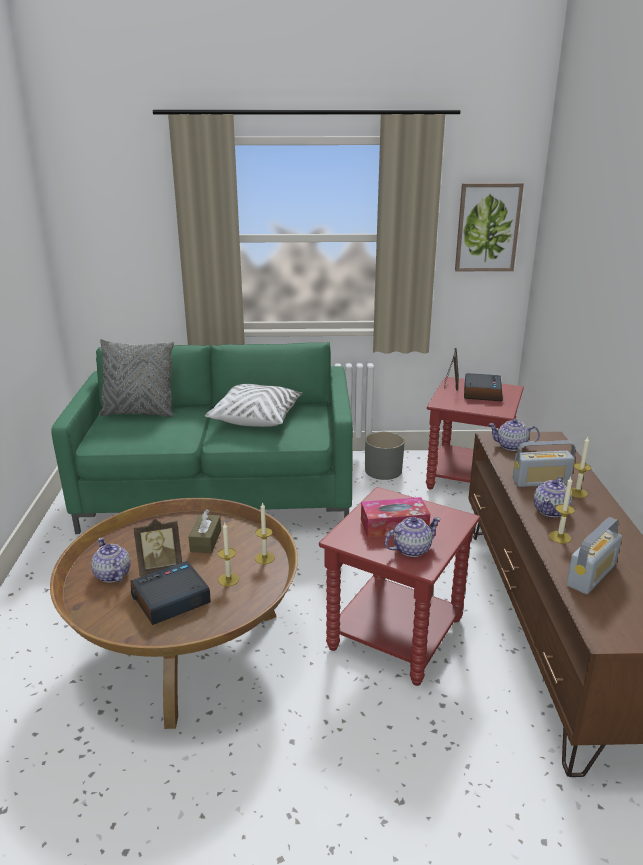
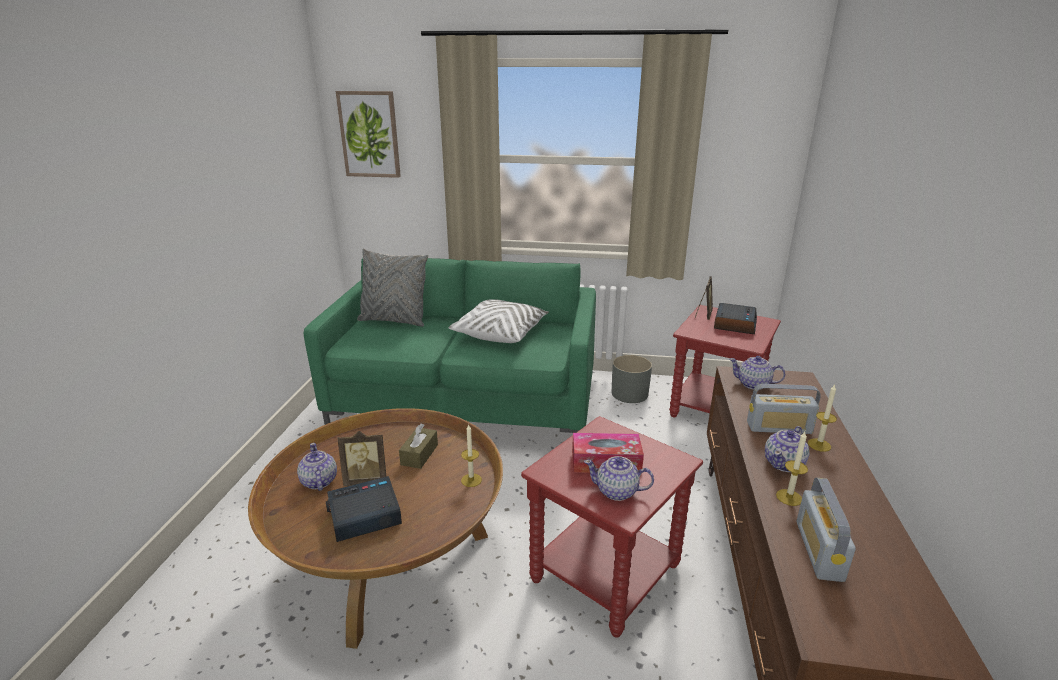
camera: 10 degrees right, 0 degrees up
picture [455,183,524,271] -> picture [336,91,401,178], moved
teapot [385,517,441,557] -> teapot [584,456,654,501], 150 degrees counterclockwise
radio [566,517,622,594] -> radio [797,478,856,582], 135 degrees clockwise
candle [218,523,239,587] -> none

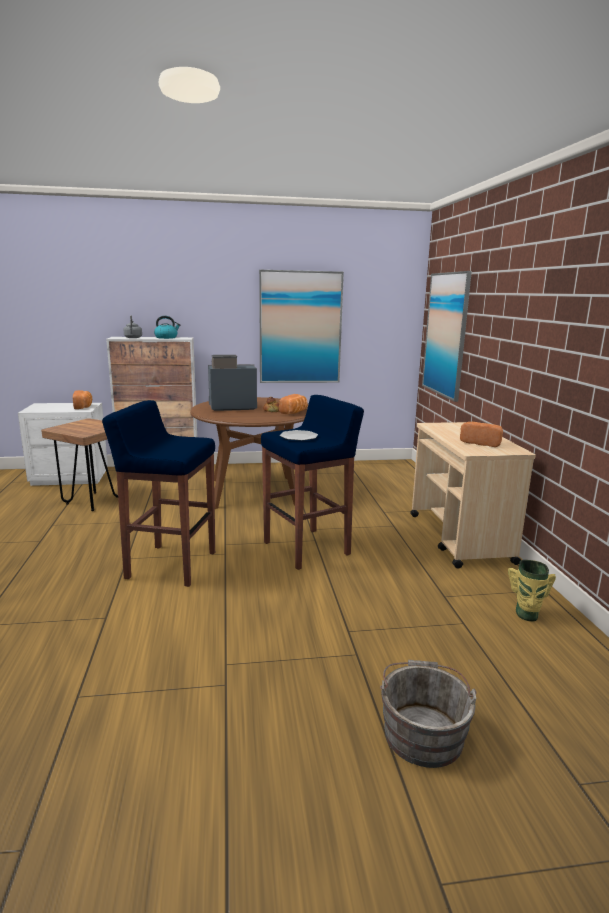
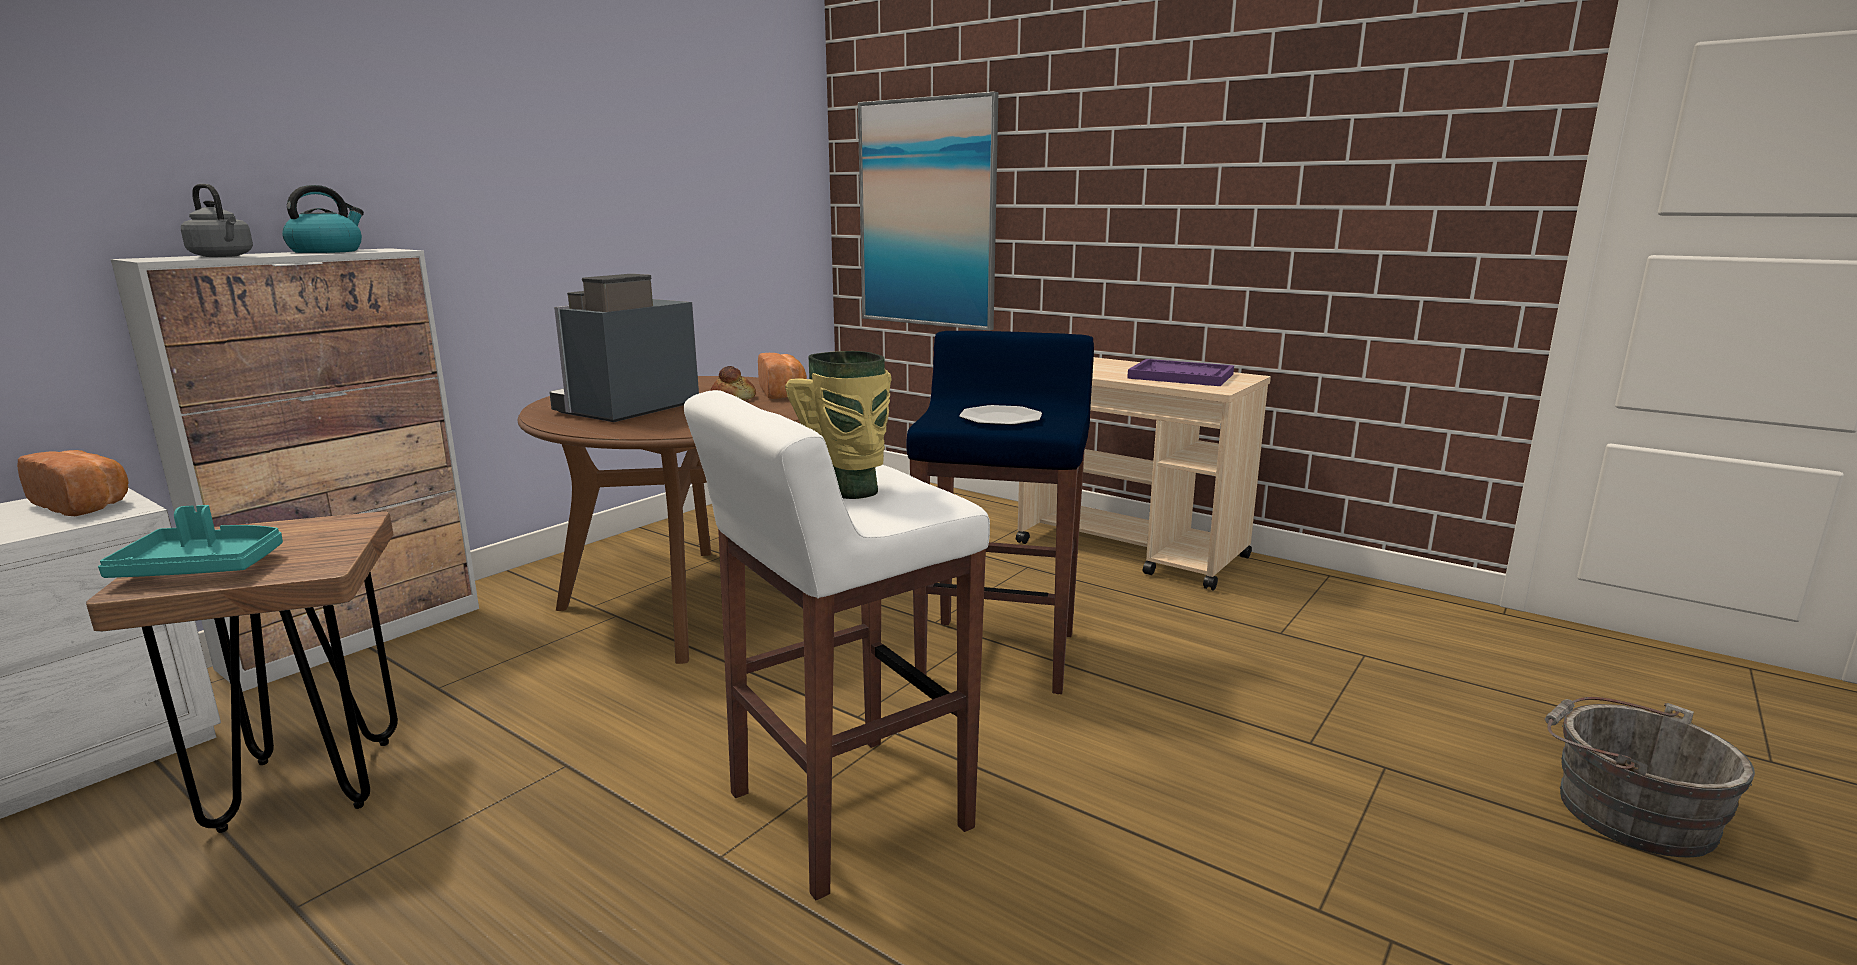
camera: 45 degrees left, 0 degrees up
none -> turquoise tray [98,505,283,578]
blue stool [102,400,215,587] -> white stool [684,390,990,900]
vase [508,560,556,622] -> vase [785,351,892,499], moved
bread [460,422,503,447] -> purple tray [1127,359,1234,386]
picture [259,270,344,383] -> none

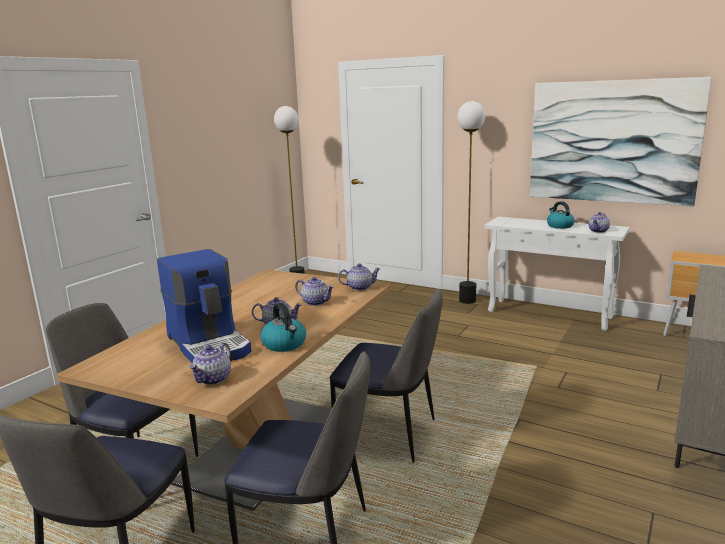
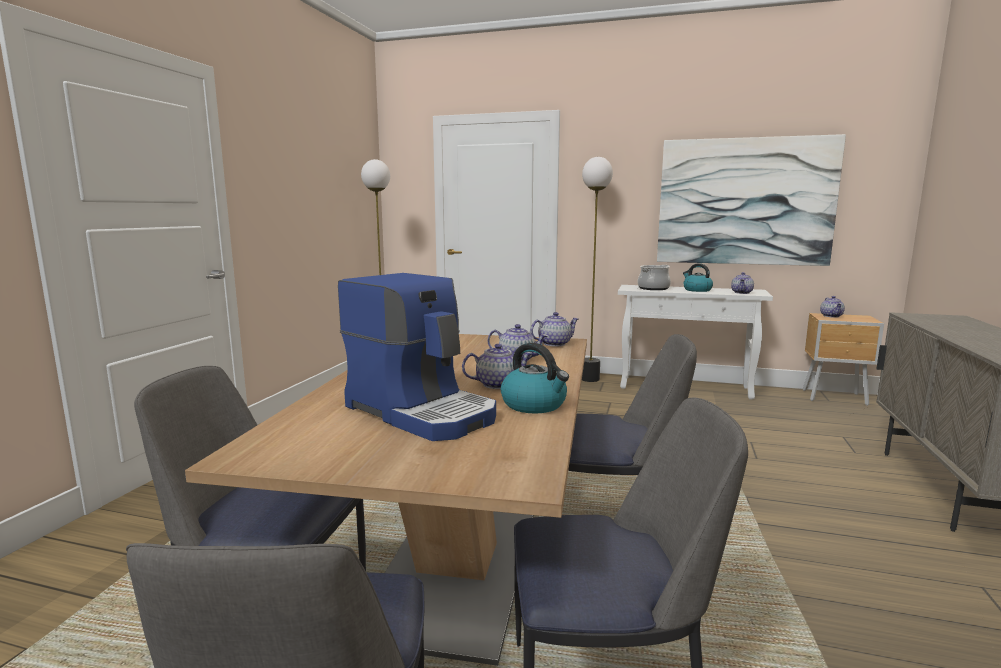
camera: 15 degrees left, 5 degrees down
none -> cooking pot [638,265,671,290]
teapot [189,342,231,385] -> teapot [820,296,845,318], moved

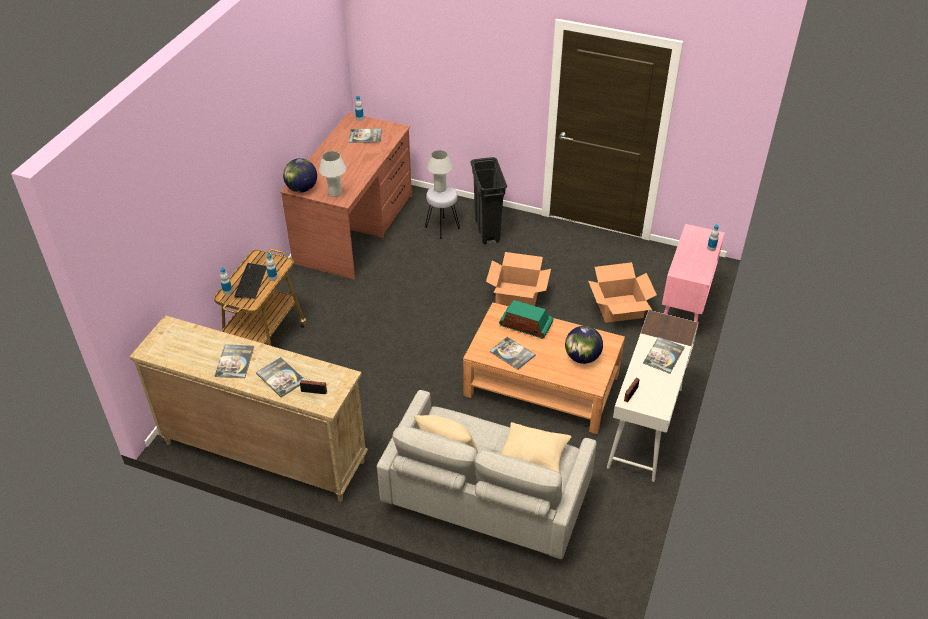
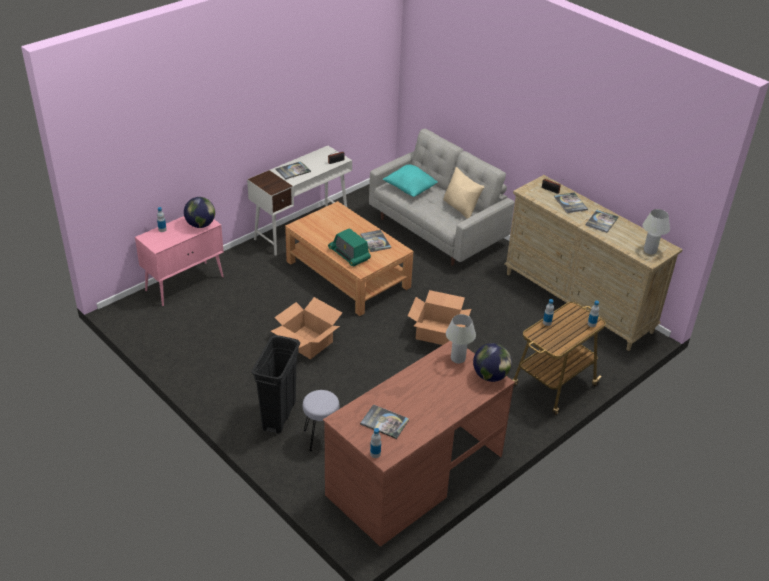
camera: 155 degrees left, 5 degrees down
globe [565,326,603,364] -> globe [184,197,215,228], moved
beige pillow [501,422,571,473] -> turquoise pillow [383,164,438,197]
cardboard box [588,262,657,323] -> cardboard box [408,290,471,345], moved
white table lamp [427,150,452,192] -> white table lamp [643,209,670,255], moved
keyboard [234,263,267,299] -> none

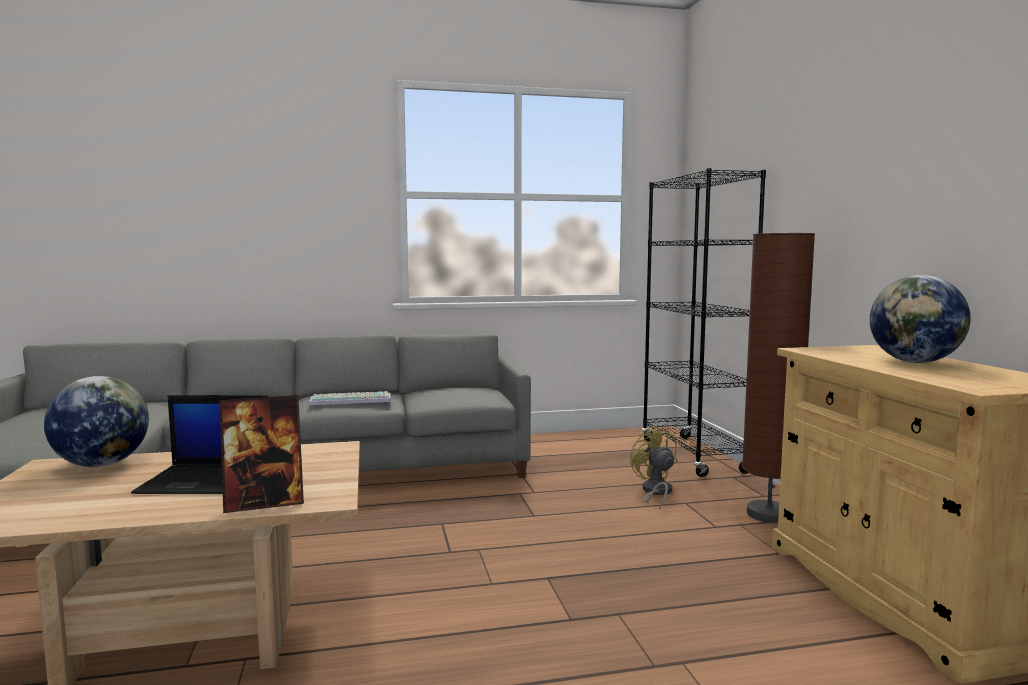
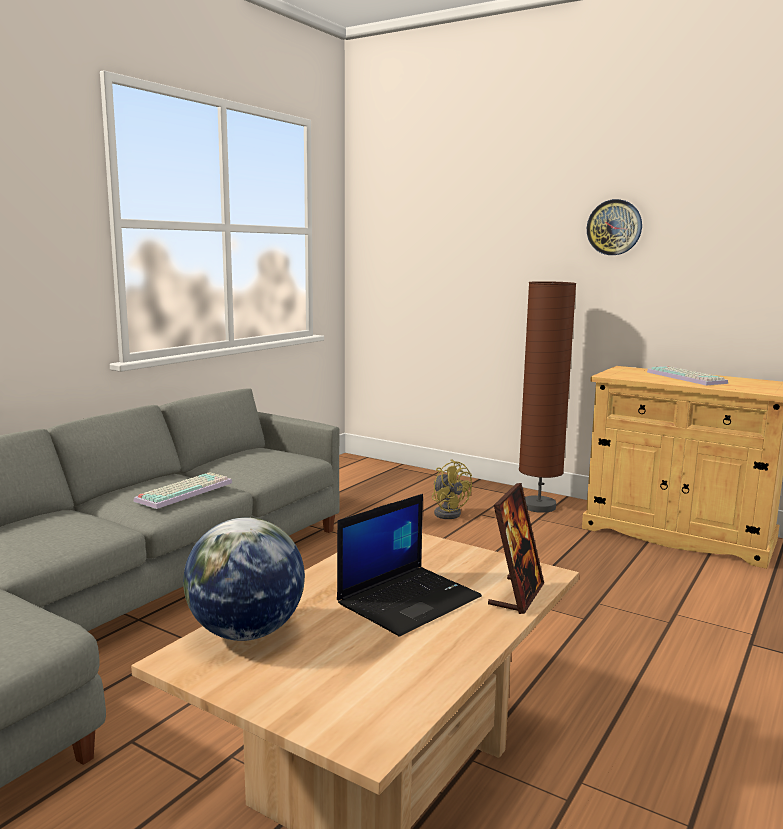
camera: 45 degrees left, 5 degrees up
yellow fan [630,426,678,510] -> yellow fan [432,459,472,519], 150 degrees counterclockwise
none -> wall clock [587,199,642,255]
globe [870,275,971,363] -> keyboard [647,366,728,386]
black bookcase [642,168,766,477] -> none

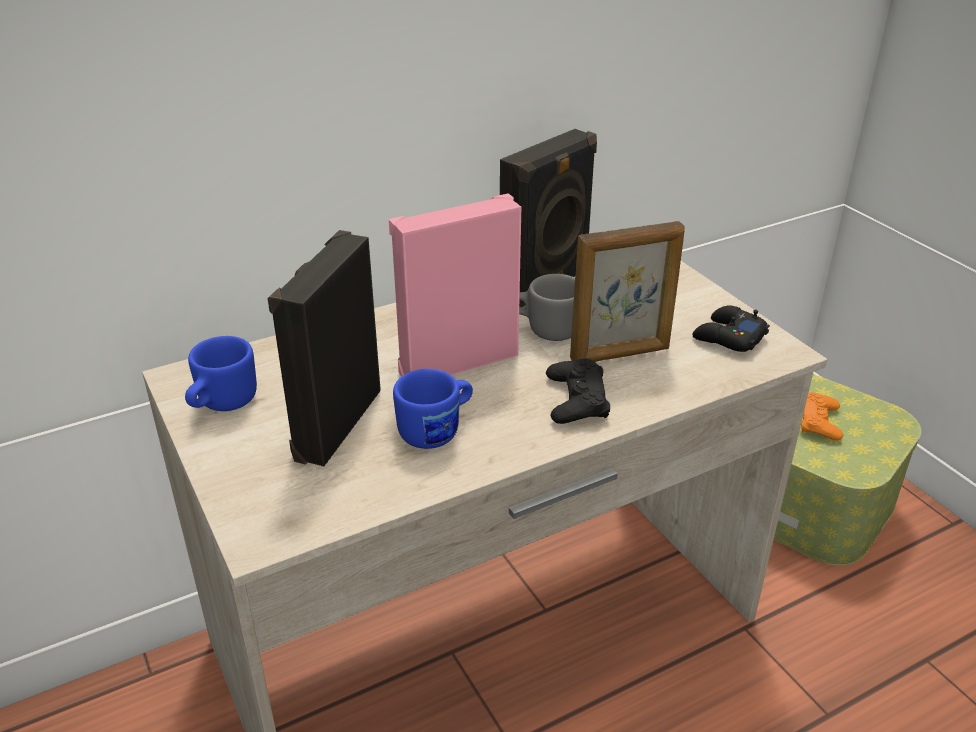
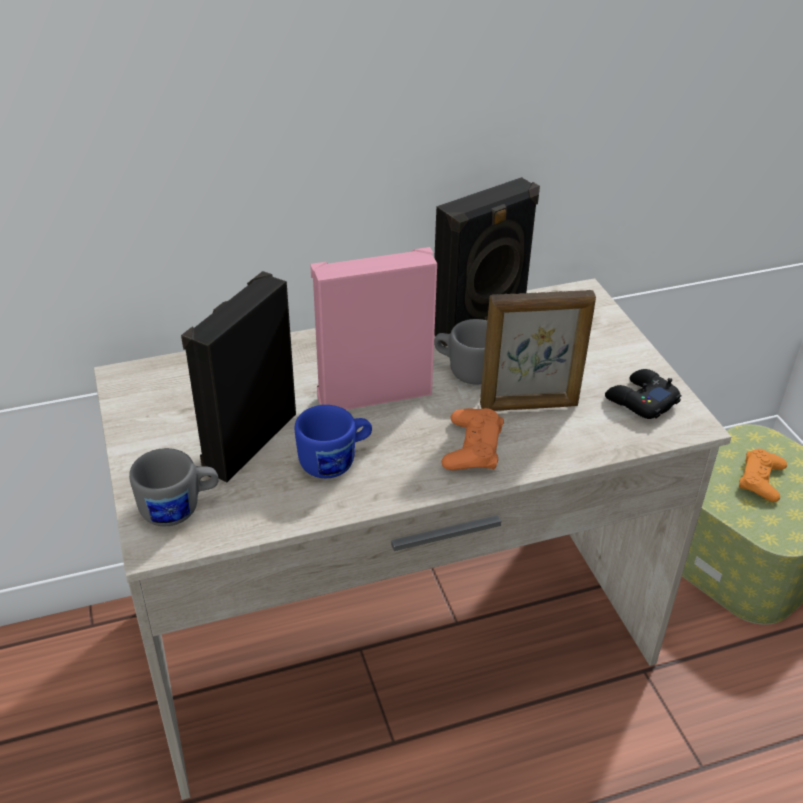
camera: 10 degrees right, 5 degrees up
none -> grey mug [129,448,219,526]
black game controller [546,358,610,424] -> orange game controller [441,408,504,470]
blue mug [185,336,257,411] -> none

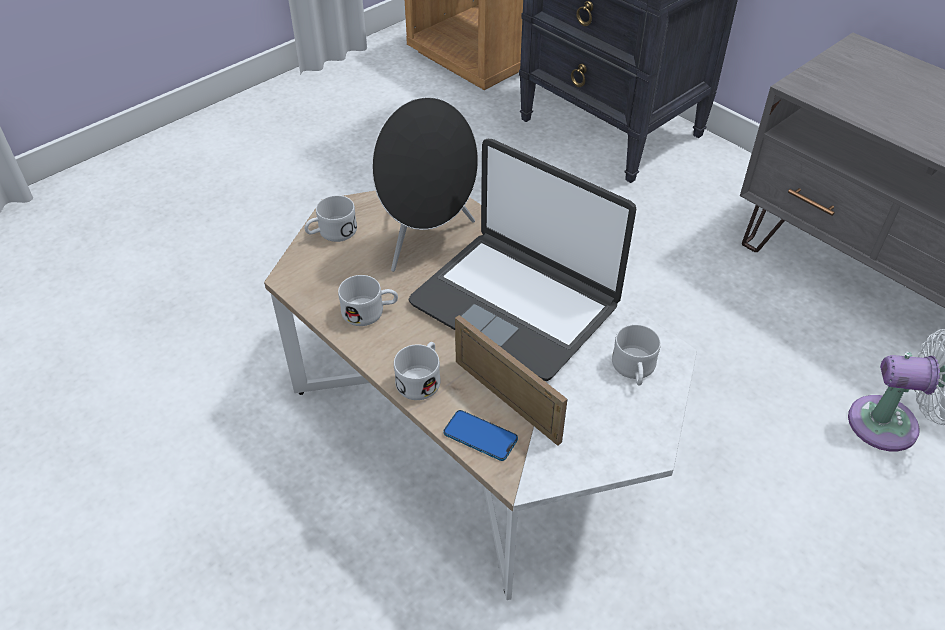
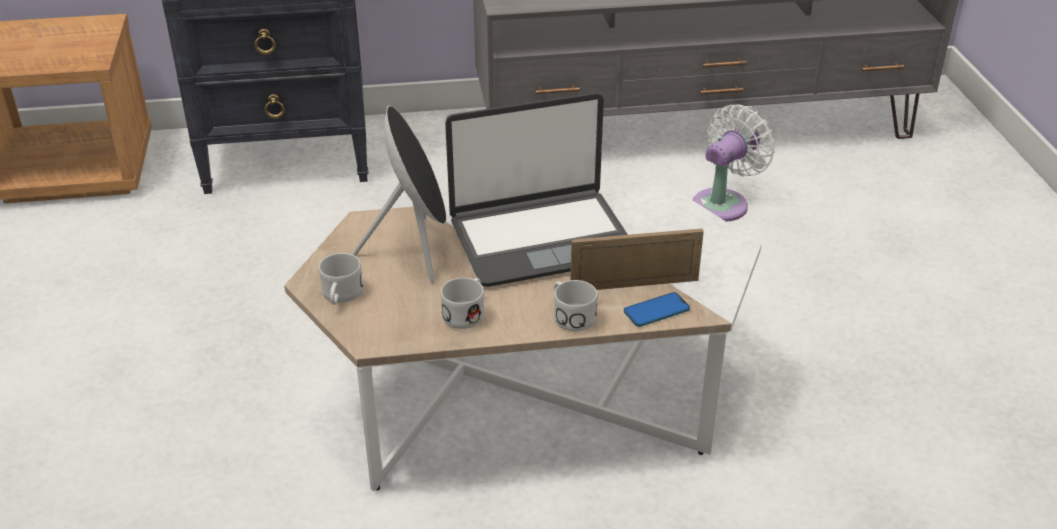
camera: 55 degrees left, 10 degrees down
white mug [612,324,661,386] -> none

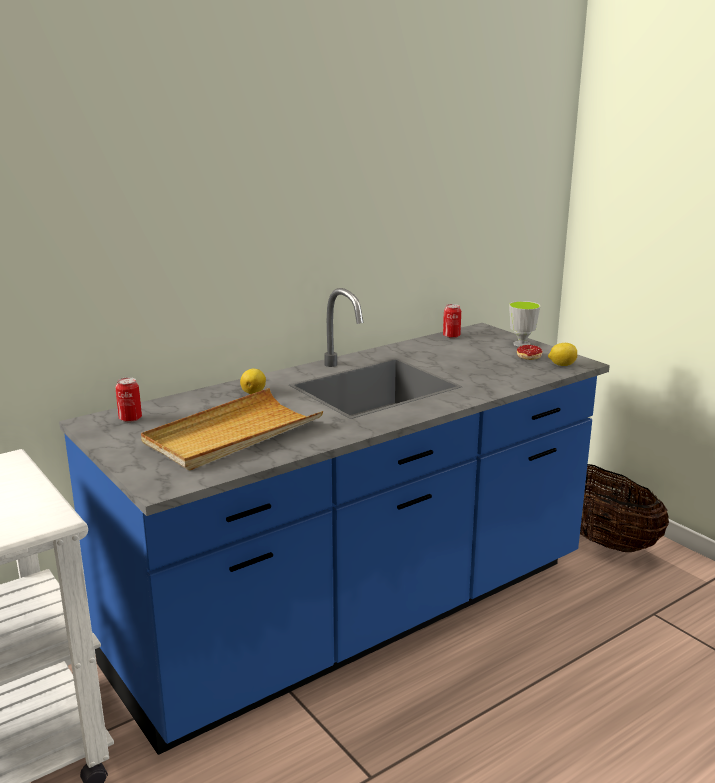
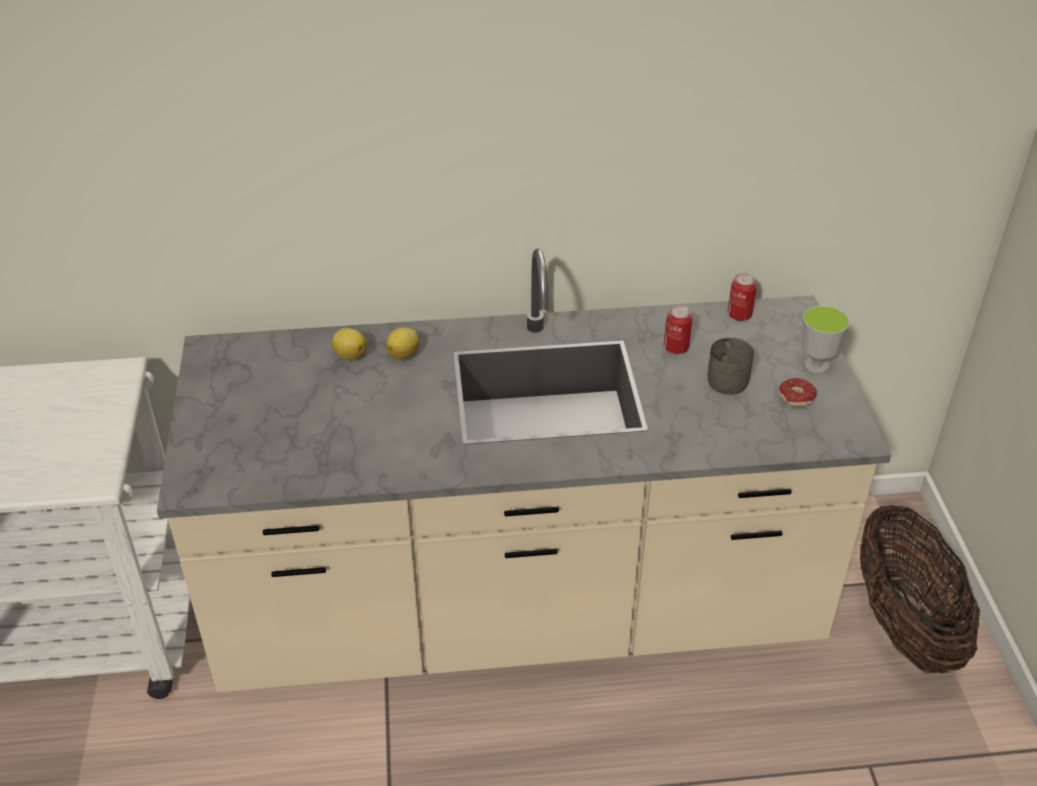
camera: 30 degrees right, 20 degrees up
blue counter [59,288,610,755] -> beige counter [157,248,891,693]
lemon [548,343,577,366] -> lemon [332,328,367,360], moved
can [115,377,142,422] -> can [664,305,692,354], moved
none -> grey mug [708,338,754,395]
beige tray [141,388,323,470] -> none

